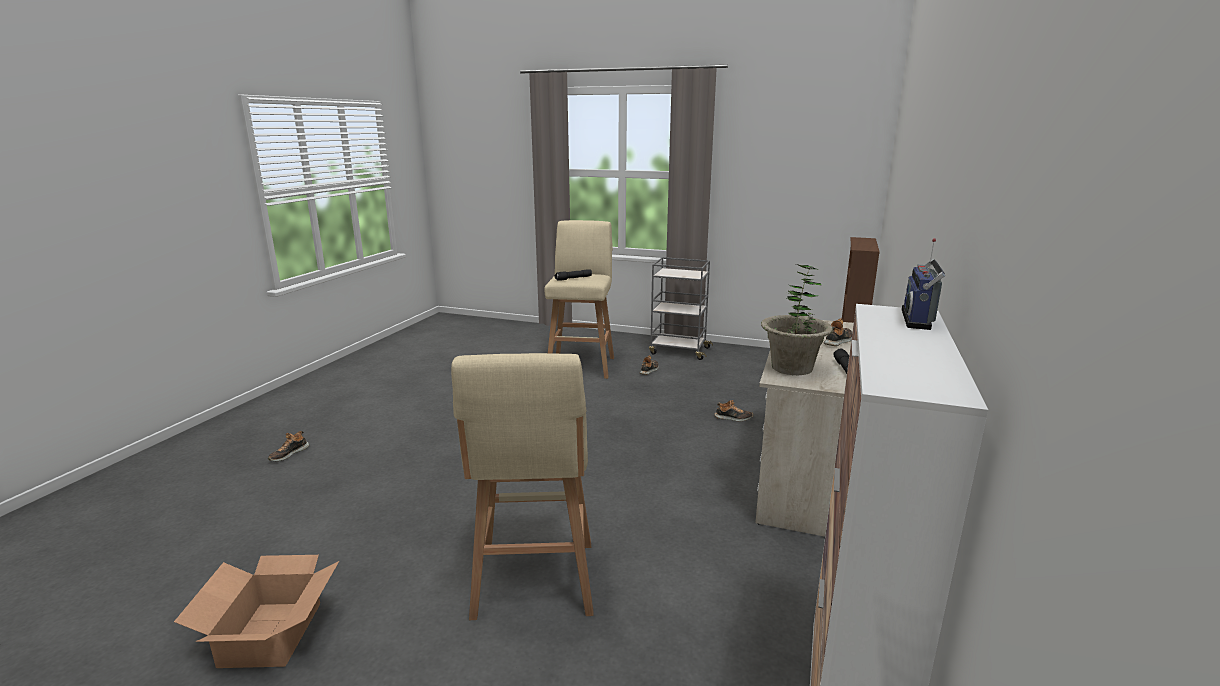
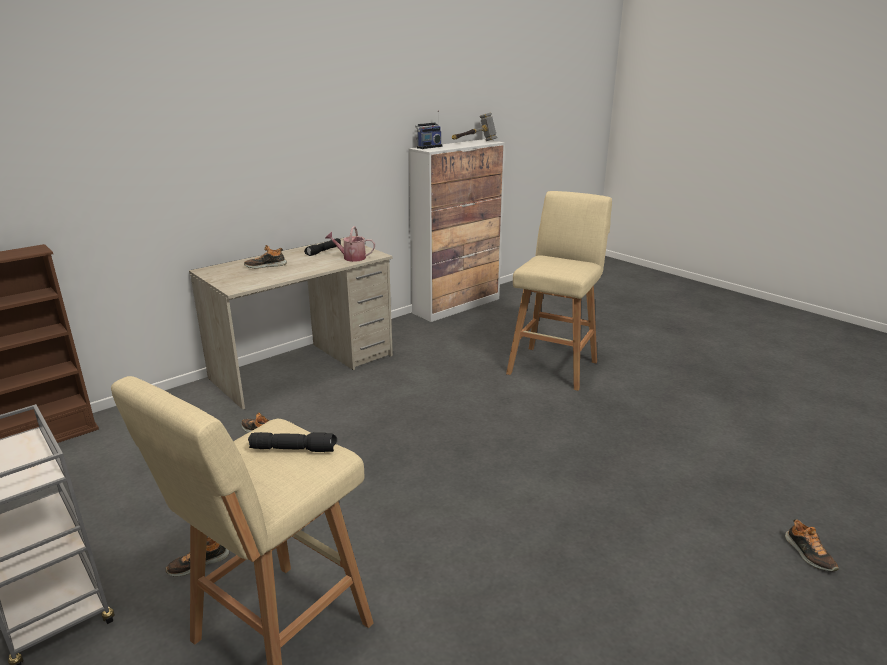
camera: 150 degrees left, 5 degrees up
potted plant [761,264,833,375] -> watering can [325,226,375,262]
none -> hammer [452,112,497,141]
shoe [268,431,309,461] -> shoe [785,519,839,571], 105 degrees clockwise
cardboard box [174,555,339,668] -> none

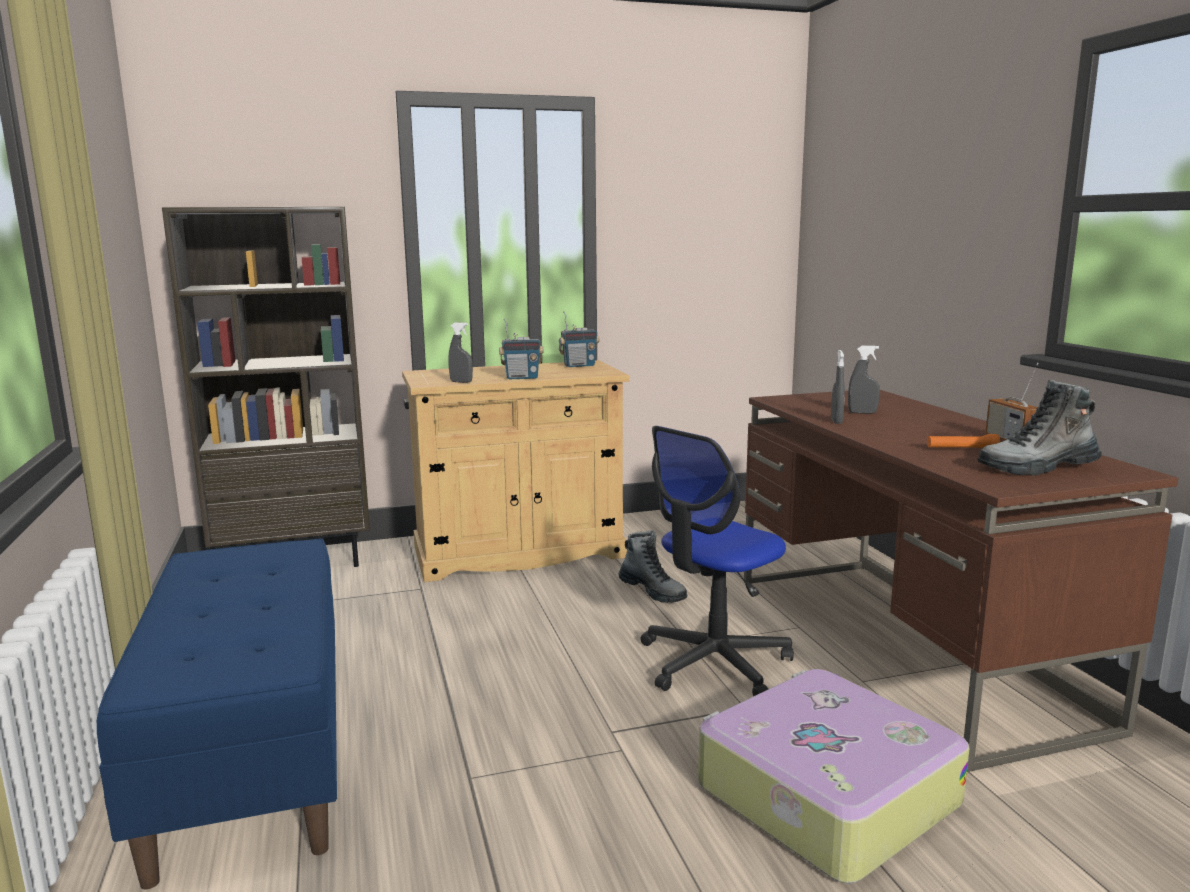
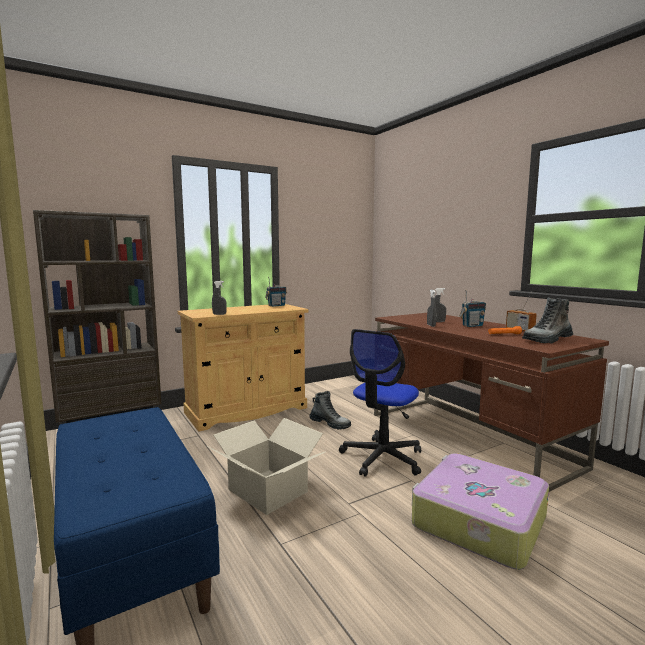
camera: 15 degrees left, 5 degrees down
none -> cardboard box [207,418,325,515]
radio [499,319,544,379] -> radio [459,290,486,327], moved

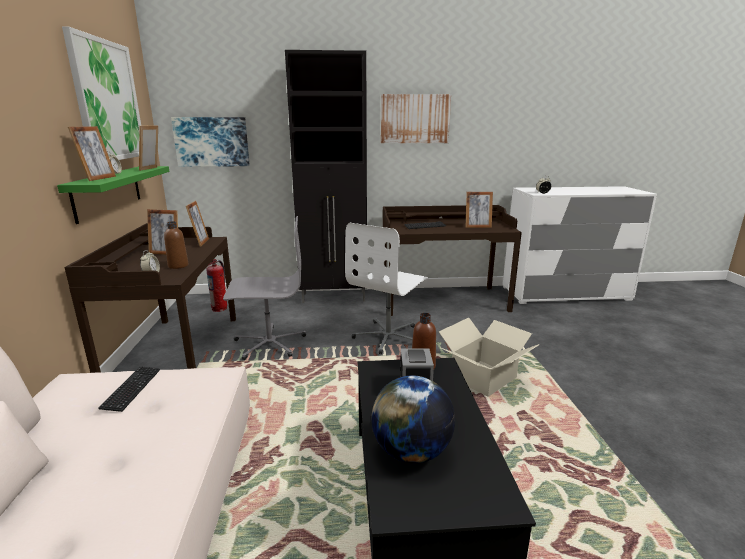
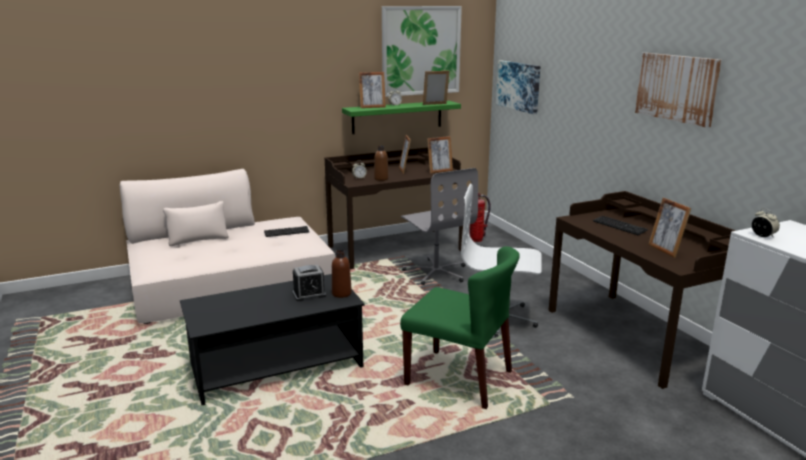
camera: 70 degrees right, 0 degrees up
cardboard box [439,318,540,397] -> green chair [400,246,519,409]
black cabinet [285,50,367,303] -> none
globe [371,375,455,463] -> none

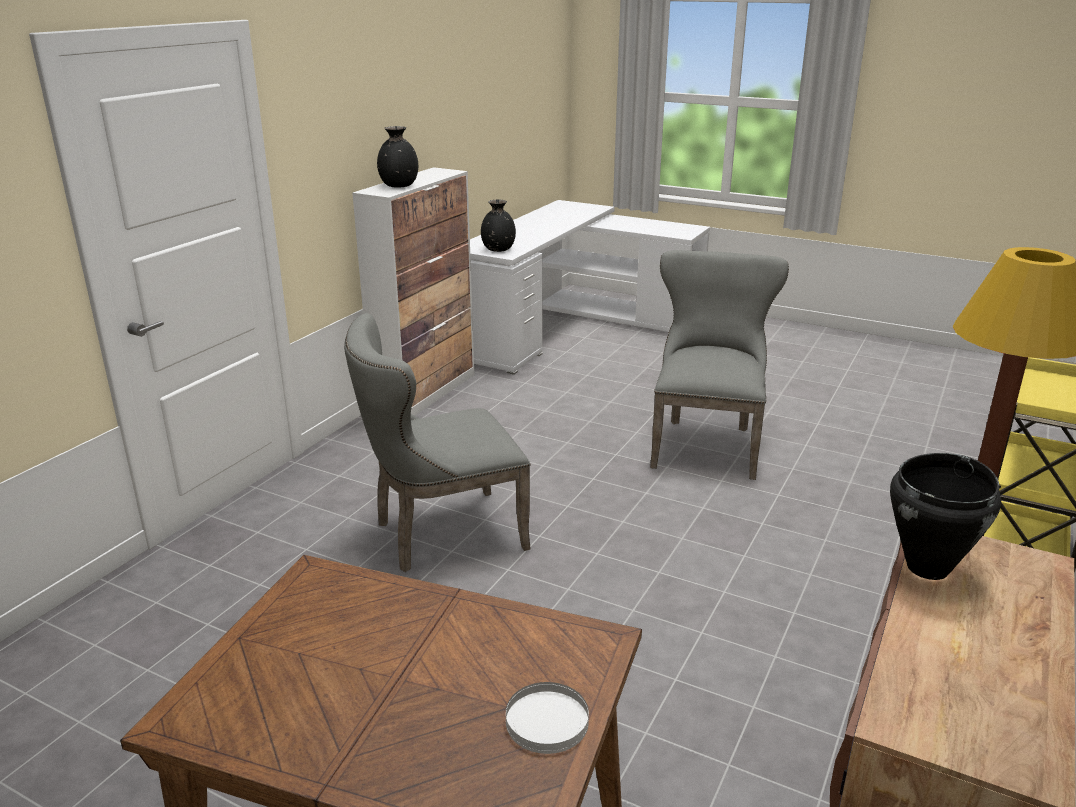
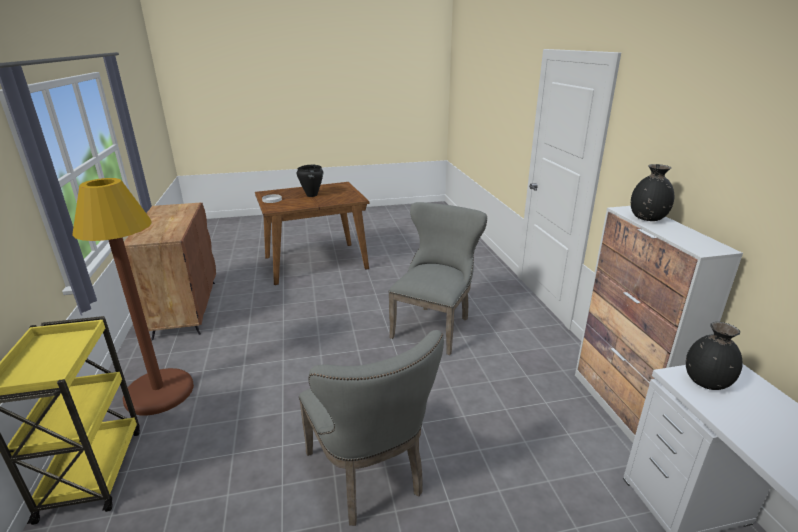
camera: 140 degrees right, 0 degrees up
black cooking pot [890,453,1001,580] -> black cooking pot [297,164,323,197], moved

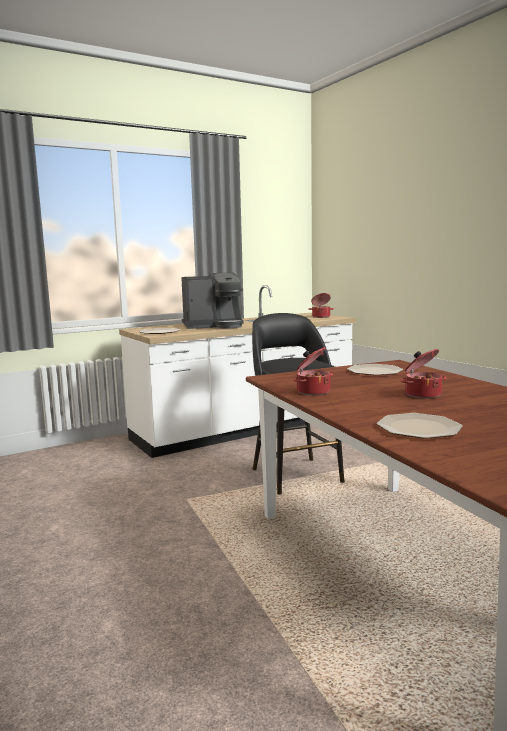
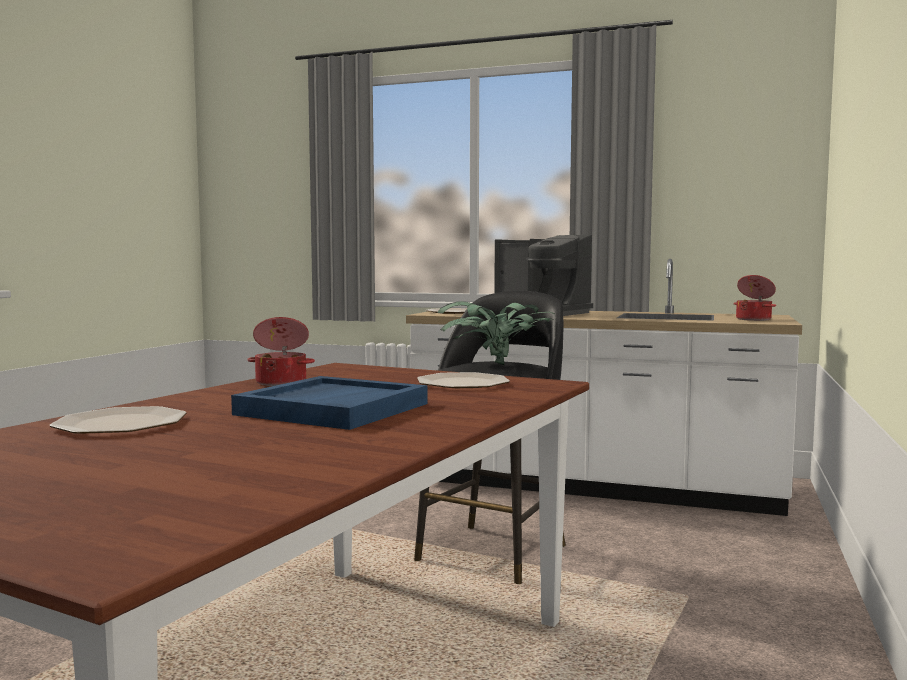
camera: 50 degrees right, 5 degrees down
cooking pot [400,349,446,399] -> blue tray [231,376,428,430]
none -> potted plant [437,301,555,365]

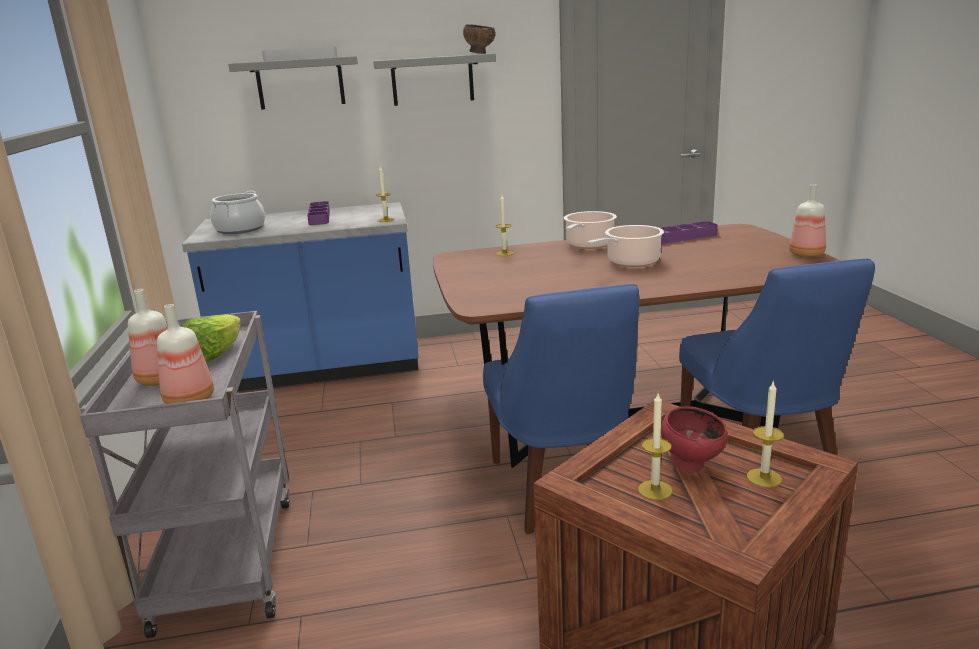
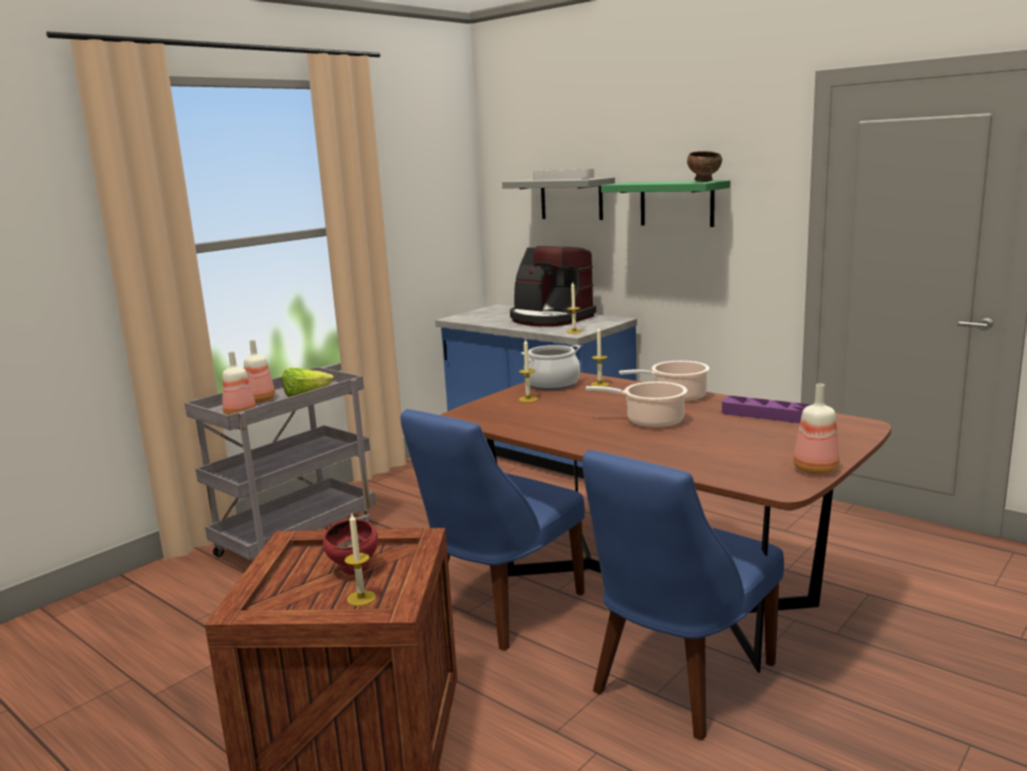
camera: 50 degrees right, 5 degrees down
purple tray [307,201,330,225] -> coffee machine [510,246,596,327]
candle [638,393,673,500] -> candle [519,338,538,402], moved
cooking pot [210,191,265,234] -> cooking pot [521,345,581,390], moved
grey shelf [373,54,496,106] -> green shelf [601,180,730,227]

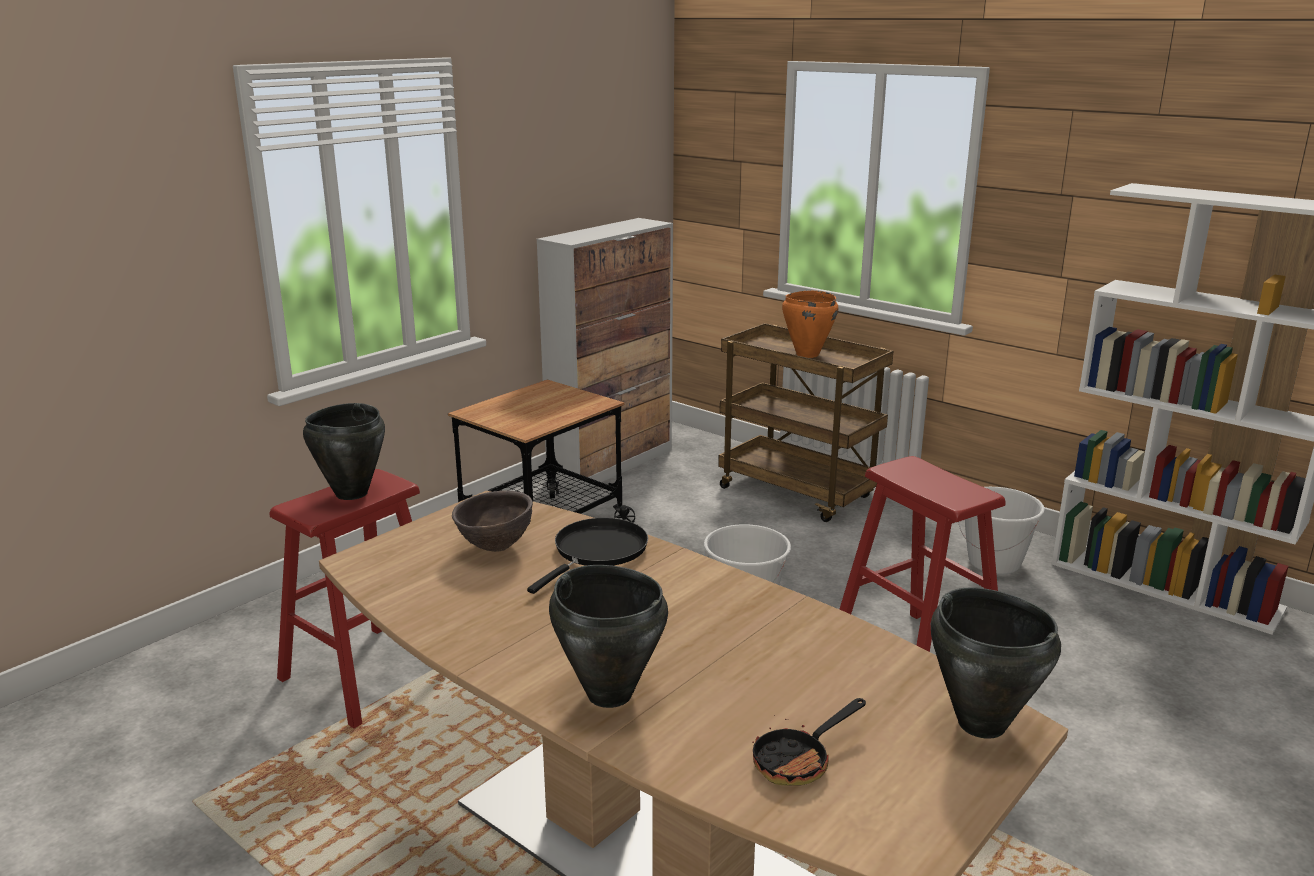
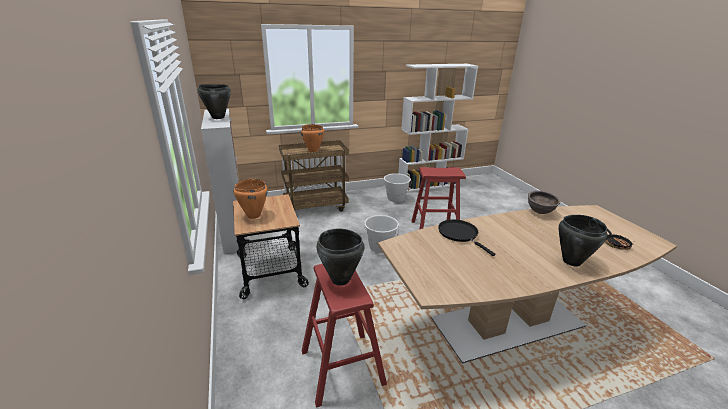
camera: 60 degrees left, 5 degrees up
black cooking pot [931,587,1061,739] -> black cooking pot [198,84,231,119], moved
none -> orange cooking pot [234,178,268,219]
brown bowl [452,490,533,552] -> brown bowl [528,190,560,214], moved

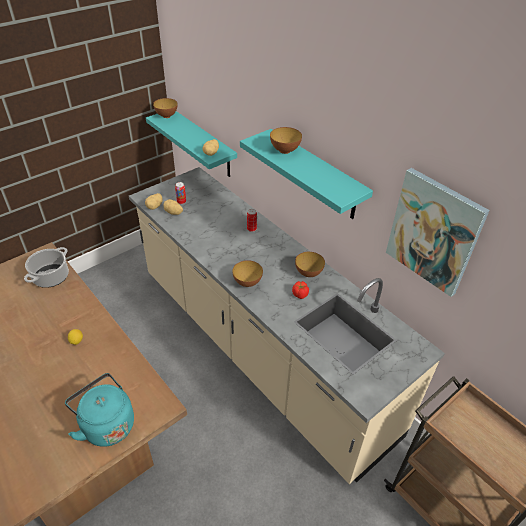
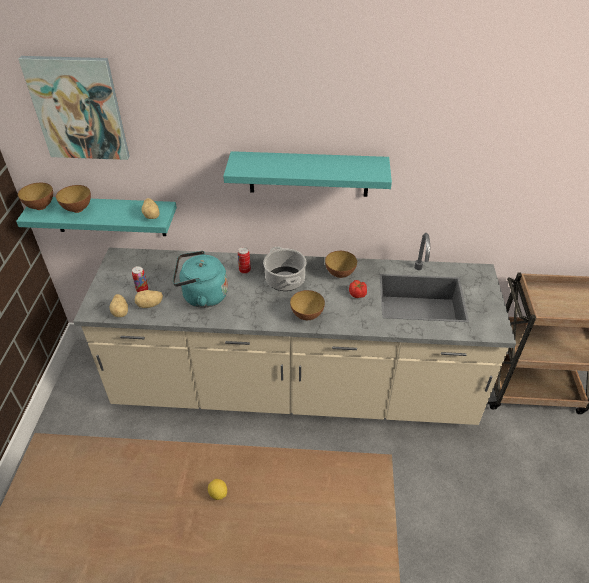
camera: 45 degrees left, 0 degrees up
picture [386,168,490,297] -> picture [19,56,130,160], moved
bowl [270,127,302,154] -> bowl [56,185,91,213], moved
turquoise kettle [65,373,134,447] -> turquoise kettle [173,251,228,308], moved
cooking pot [24,247,69,288] -> cooking pot [263,247,306,291], moved

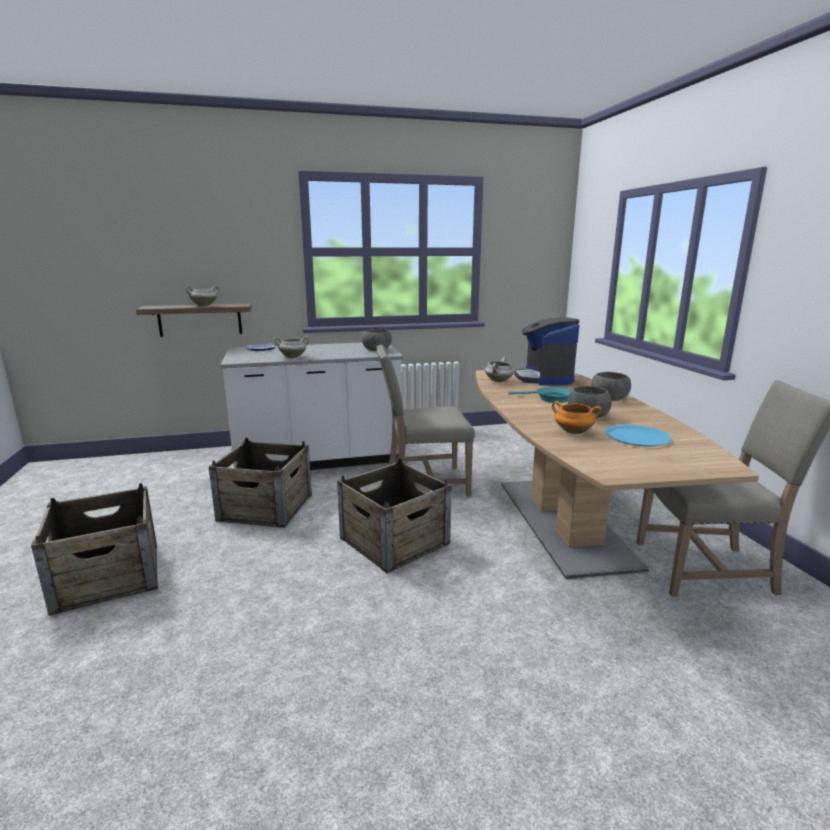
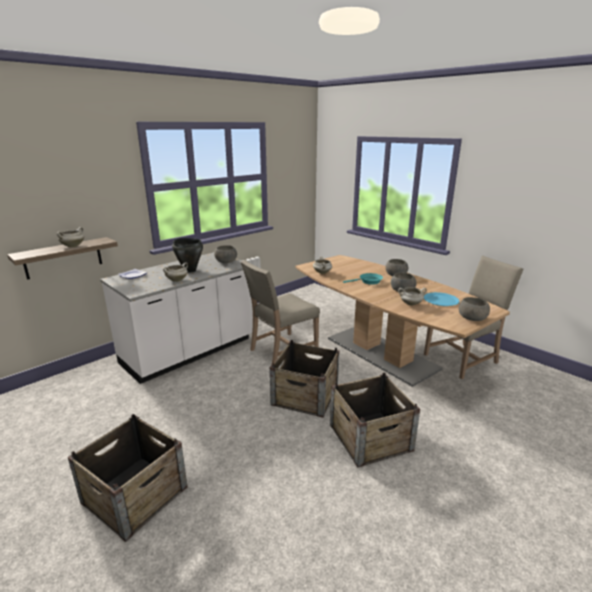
camera: 30 degrees left, 5 degrees up
none -> black cooking pot [172,238,203,273]
crate [209,438,312,528] -> crate [330,372,420,468], moved
orange cooking pot [552,401,602,434] -> white cooking pot [398,287,427,305]
none -> grey bowl [459,297,490,321]
coffee machine [514,318,579,385] -> none

